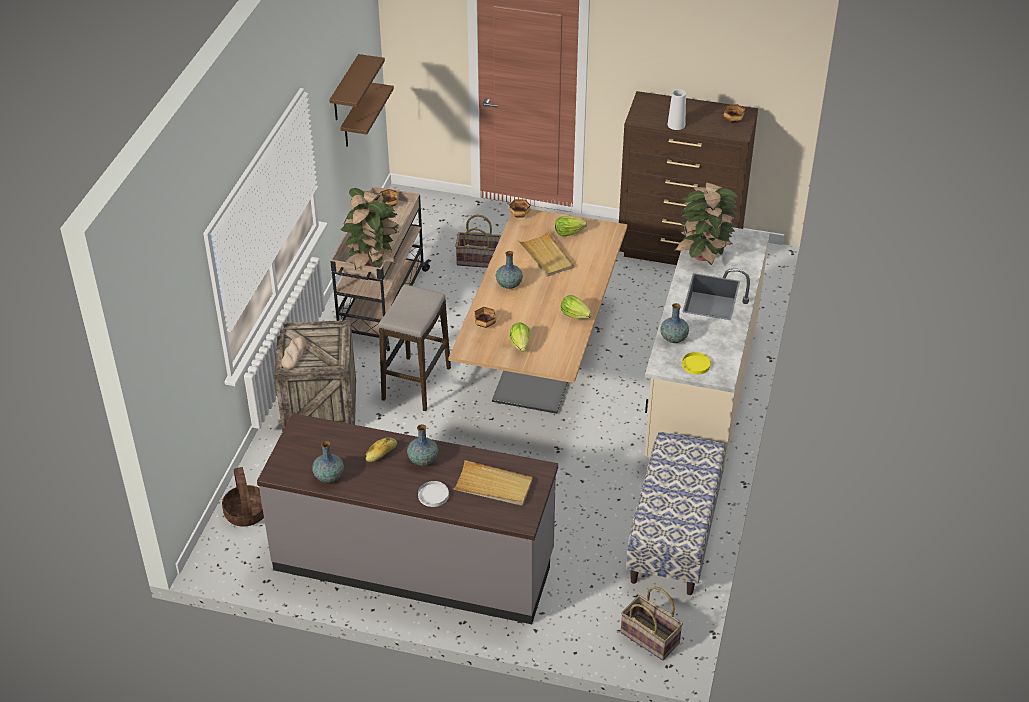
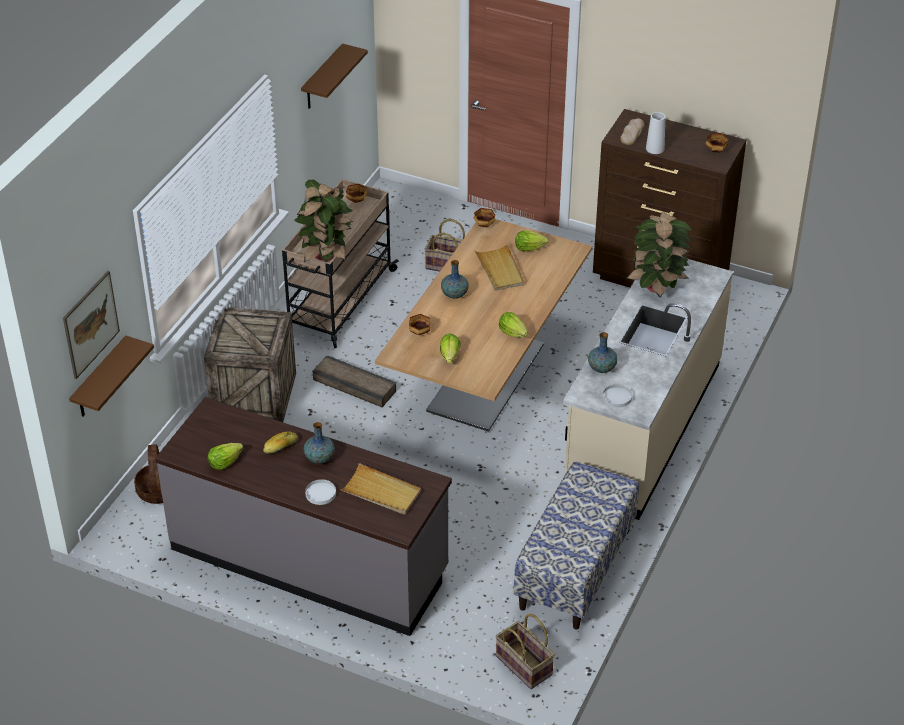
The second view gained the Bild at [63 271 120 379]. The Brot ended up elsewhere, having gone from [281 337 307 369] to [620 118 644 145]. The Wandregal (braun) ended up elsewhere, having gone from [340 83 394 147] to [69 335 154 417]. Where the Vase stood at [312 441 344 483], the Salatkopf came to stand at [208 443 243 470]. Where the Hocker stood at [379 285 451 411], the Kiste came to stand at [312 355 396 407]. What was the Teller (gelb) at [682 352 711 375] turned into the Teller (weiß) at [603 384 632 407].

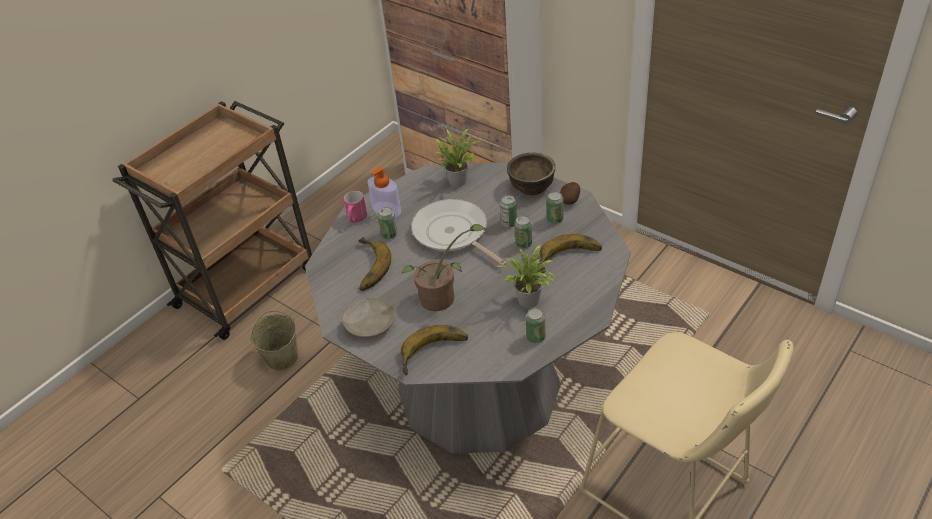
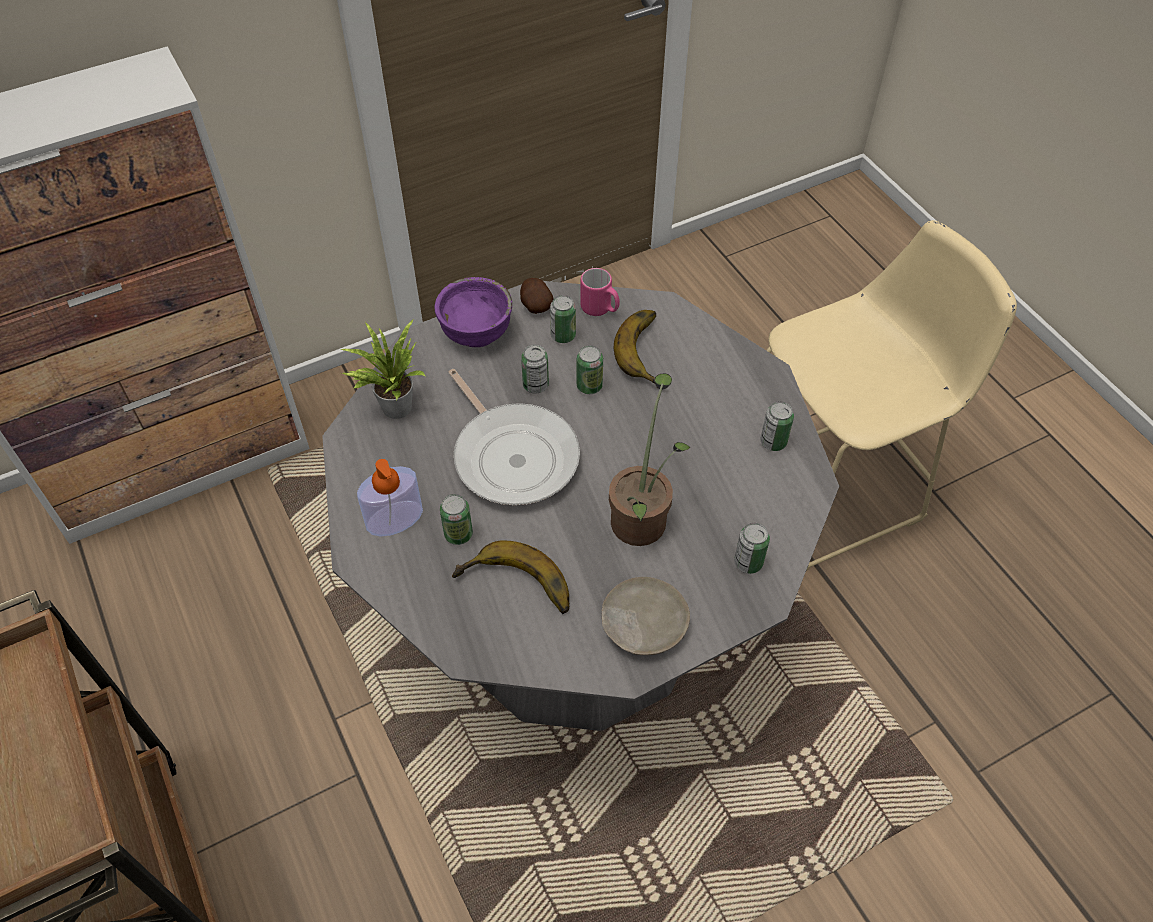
The second view lost the Eimer (beige) at [250 311 298 370]. The second view lost the Topfpflanze at [496 243 556 308]. The Henkelbecher (rosa) ended up elsewhere, having gone from [344 191 367 223] to [580 268 620 316]. Where the Banane stood at [401 325 468 376], the Dose came to stand at [734 523 770 574]. What was the Schüssel (braun) at [507 153 556 195] turned into the Schüssel (lila) at [434 277 512 347]. The Pfanne at [411 199 507 265] ended up facing another way, 105 degrees counterclockwise from before.

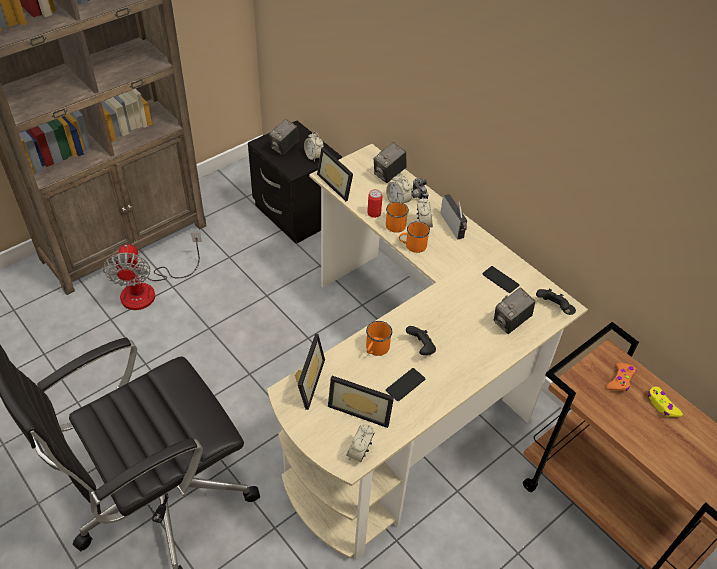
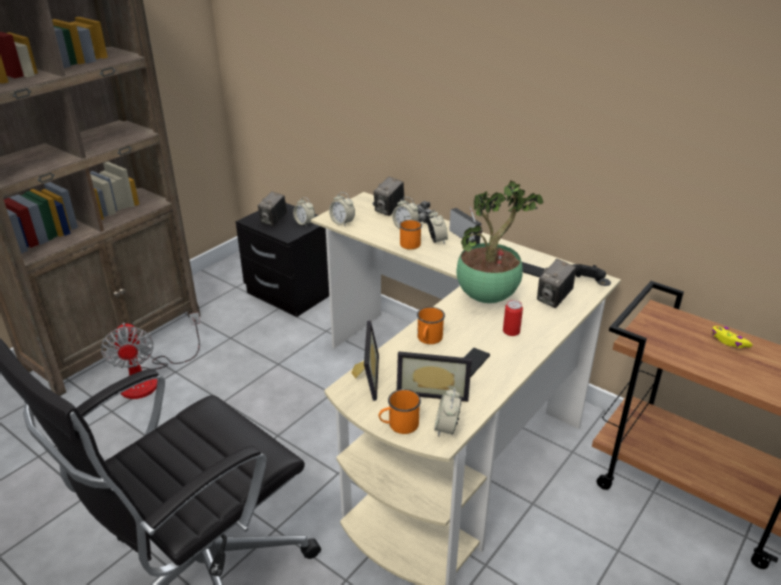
The second view lost the Gamepad (schwarz) at [406 326 436 355]. The second view lost the Gamepad (orange) at [606 363 637 392]. The second view gained the Topfpflanze at [457 180 543 303]. The Dose ended up elsewhere, having gone from [367 189 382 218] to [503 300 523 336]. The Henkelbecher (orange) ended up elsewhere, having gone from [399 221 430 253] to [379 389 421 434]. Where the Bilderrahmen stood at [317 147 353 201], the Wecker came to stand at [329 192 355 227].

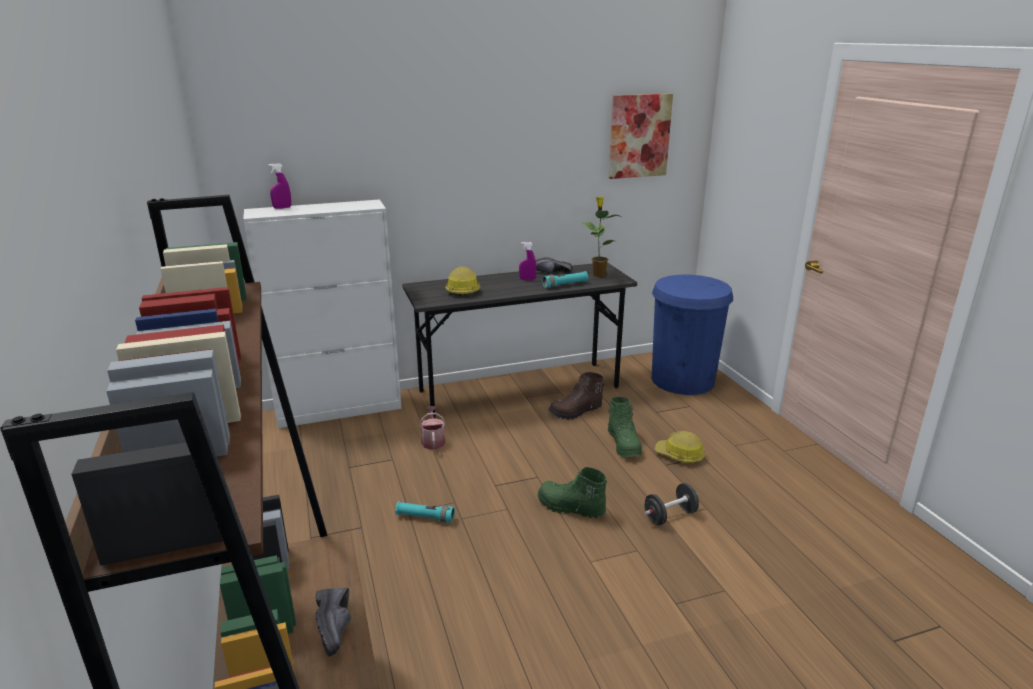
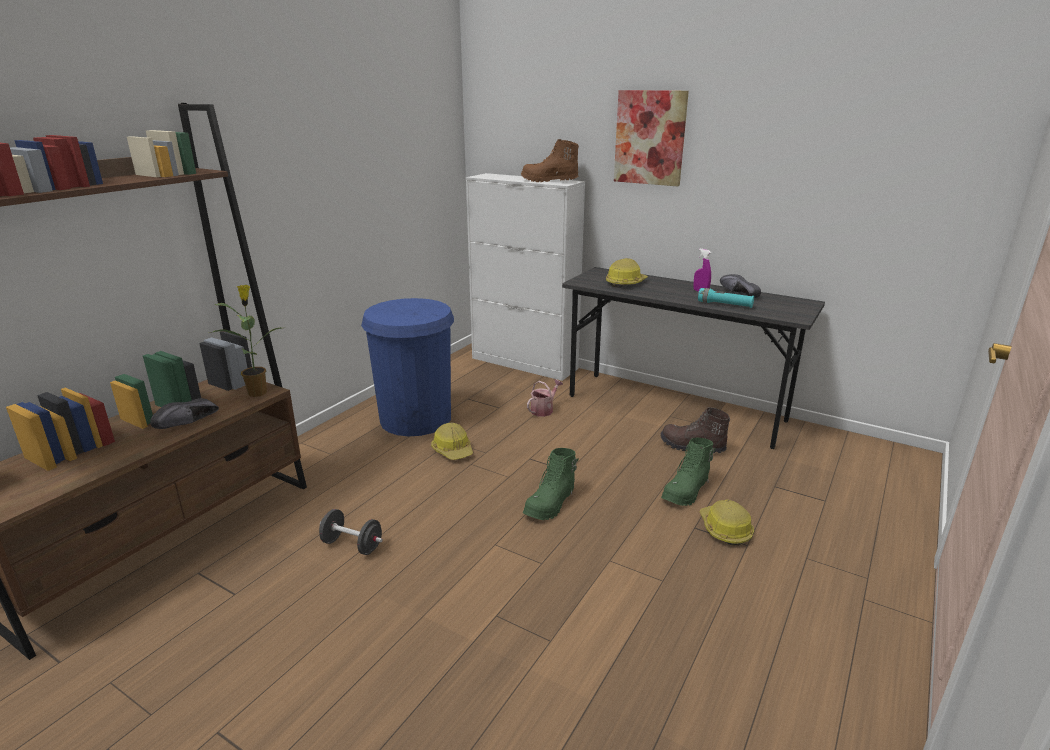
The second view lost the Sprühflasche (lila) at [269 163 291 209]. The second view gained the Stiefel (braun) at [521 139 579 182]. The Topfpflanze ended up elsewhere, having gone from [582 196 622 277] to [210 285 286 397]. The Bild ended up elsewhere, having gone from [609 94 673 179] to [614 90 689 186]. The Hantel (schwarz) ended up elsewhere, having gone from [645 483 699 525] to [319 509 383 555]. The Mülleimer (blau) ended up elsewhere, having gone from [652 275 733 395] to [361 298 454 436]. Where the Taschenlampe (türkis) stood at [395 501 455 523], the Schutzhelm came to stand at [431 423 473 460]. The Stiefel (grün) at [538 467 607 518] ended up facing another way, 135 degrees counterclockwise from before.

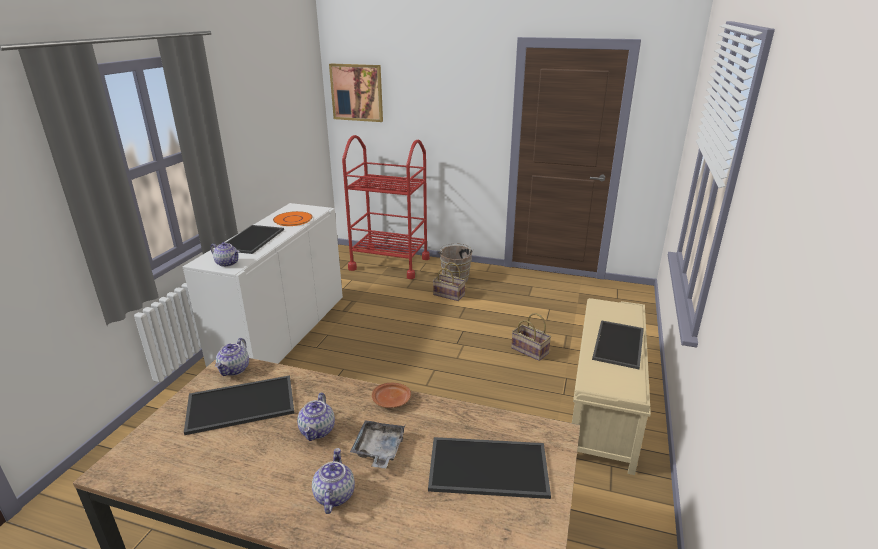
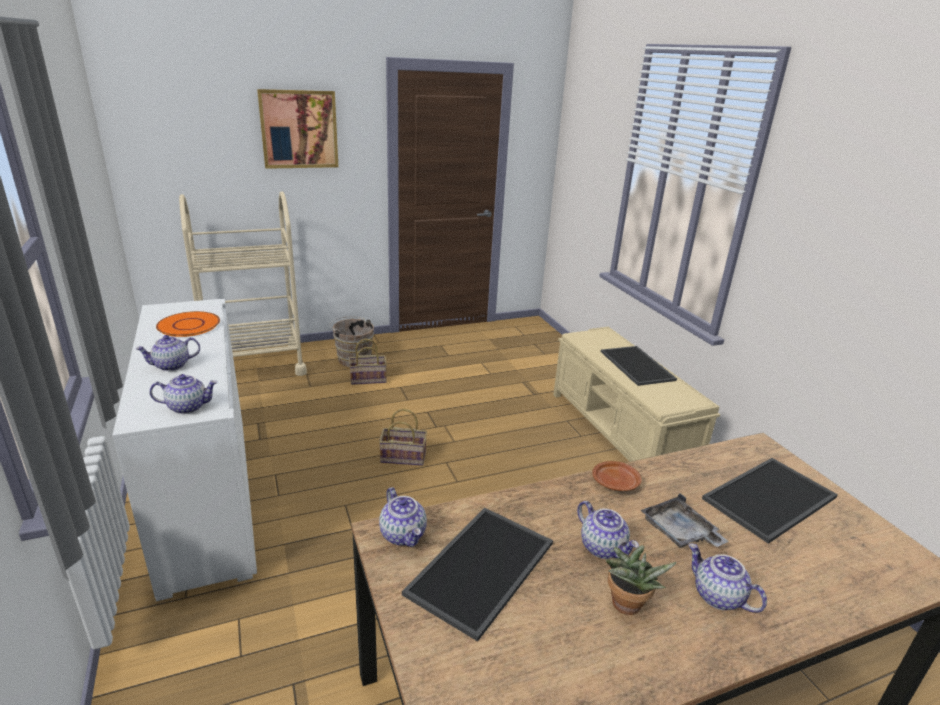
The second view gained the Topfpflanze at [605 545 677 615]. The Bild ended up elsewhere, having gone from [329 64 383 122] to [257 89 338 169]. The Korb ended up elsewhere, having gone from [511 313 551 361] to [379 409 427 466]. Where the Tablett stood at [226 225 284 254], the Teekanne came to stand at [135 335 200 371]. What was the Rollwagen (rot) at [342 135 430 279] turned into the Rollwagen (beige) at [179 191 307 376].

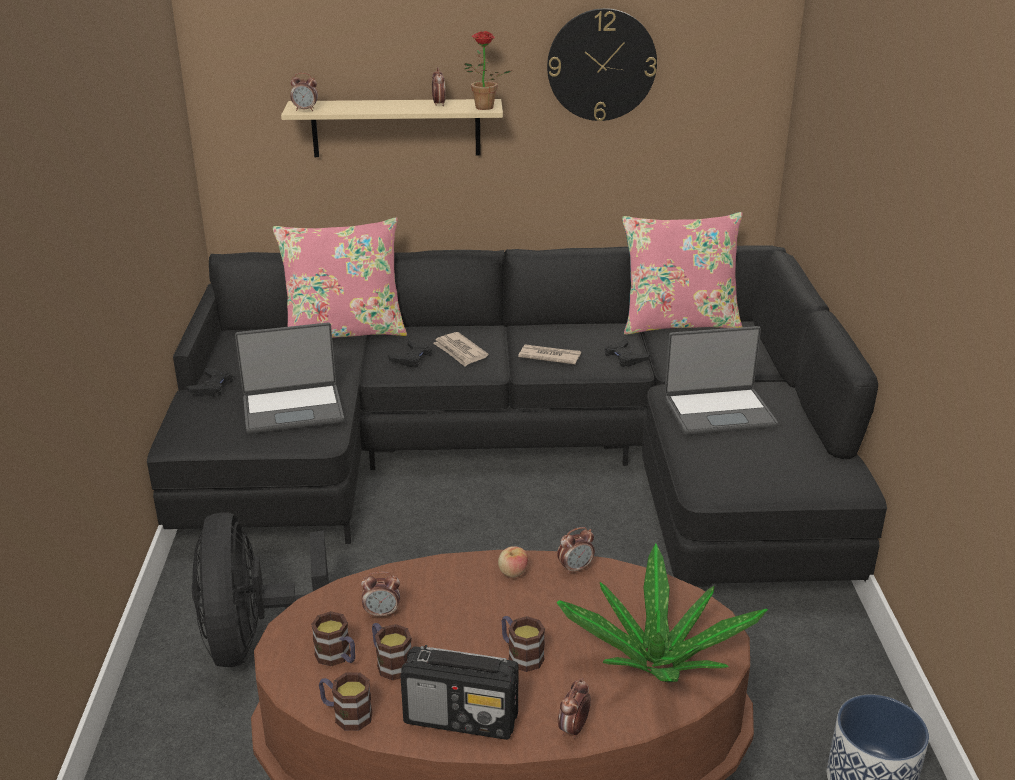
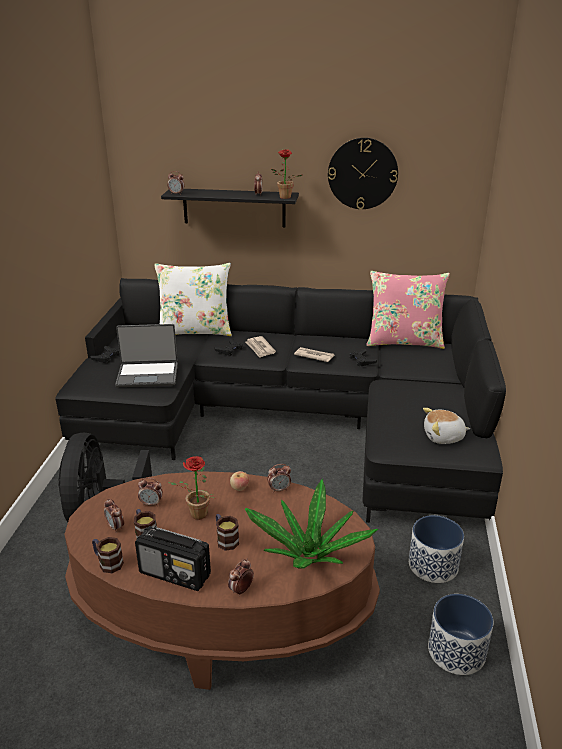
The second view lost the Laptop at [664 326 778 435]. The second view gained the Topfpflanze at [168 456 216 520]. The second view gained the Pflanzkübel at [409 515 464 583]. The second view gained the Plüschtier at [423 408 470 444]. Where the Henkelbecher stood at [311 611 355 666], the Wecker came to stand at [104 498 124 533]. What was the Kissen (rosa) at [273 217 407 338] turned into the Kissen (weiß) at [154 263 232 336]. What was the Wandregal (beige) at [281 99 503 157] turned into the Wandregal (schwarz) at [161 189 299 227].

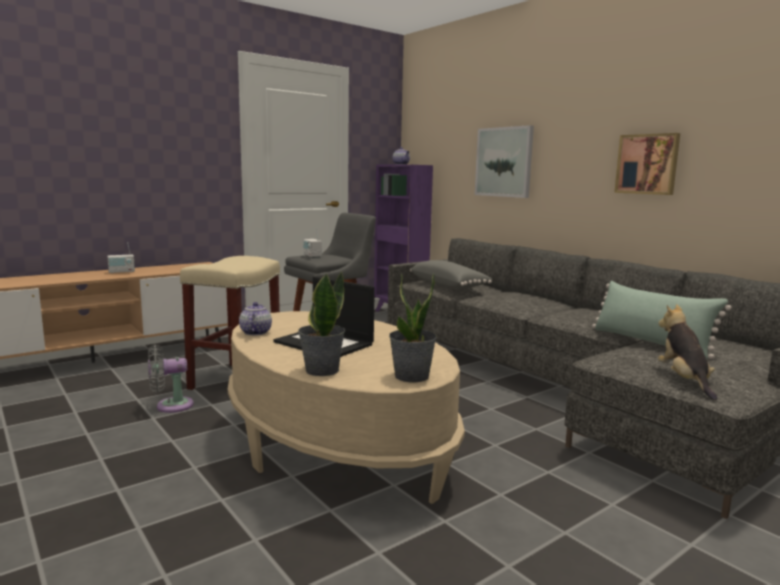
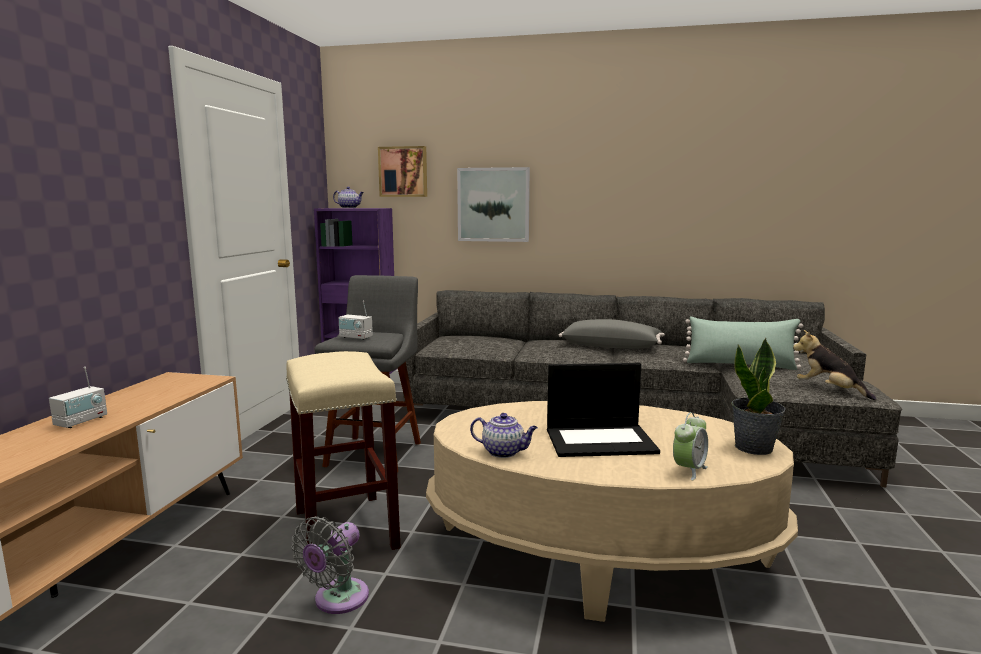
The Kissen (grau) ended up elsewhere, having gone from [410 260 493 289] to [559 319 665 349]. The Bild ended up elsewhere, having gone from [614 133 680 195] to [378 146 427 197]. Where the Topfpflanze stood at [298 272 345 376], the Wecker came to stand at [673 412 708 480]. The Teekanne at [239 302 272 335] ended up facing another way, 150 degrees clockwise from before.

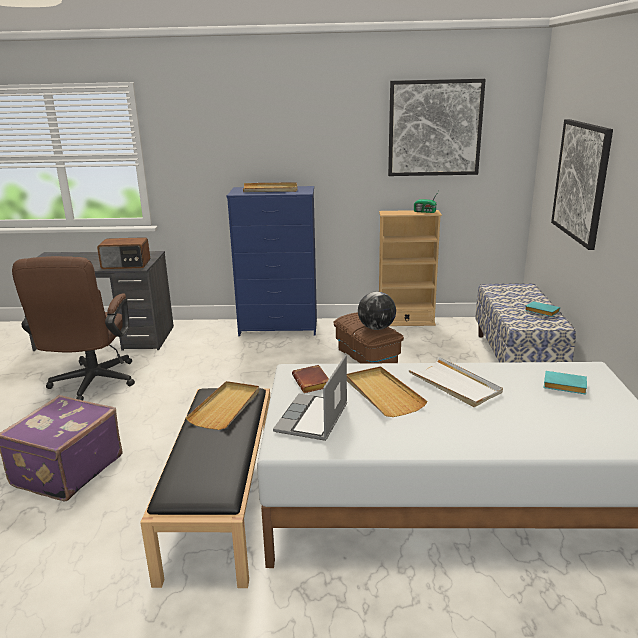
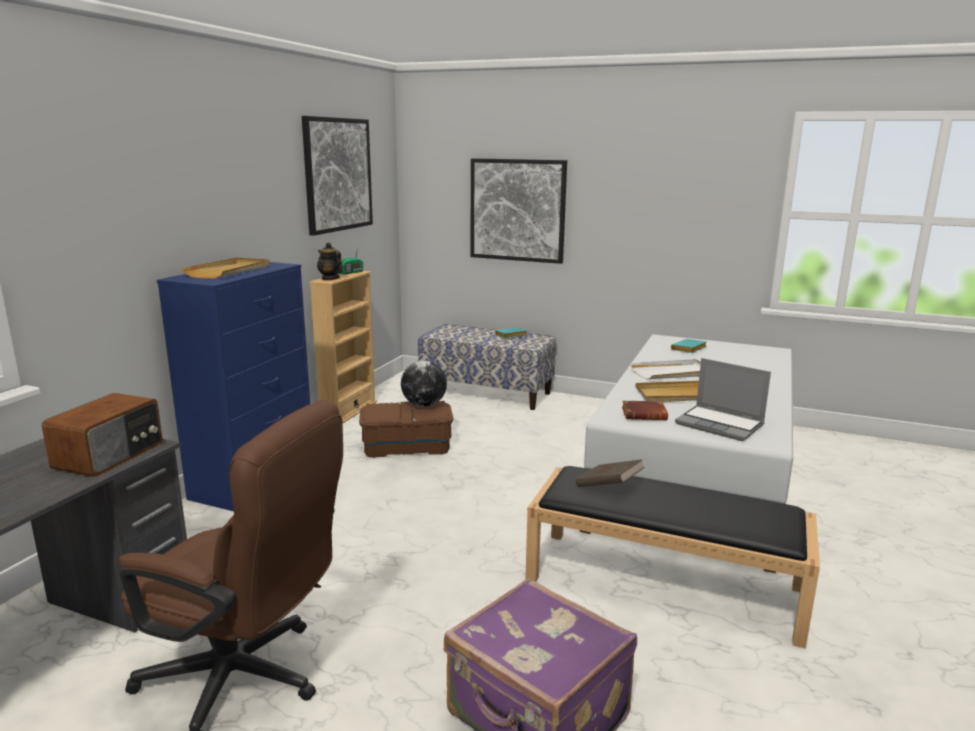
The second view gained the Teekanne at [317 242 343 280]. Where the Tablett (beige) stood at [186 381 259 430], the Buch (braun) came to stand at [576 459 645 487].

